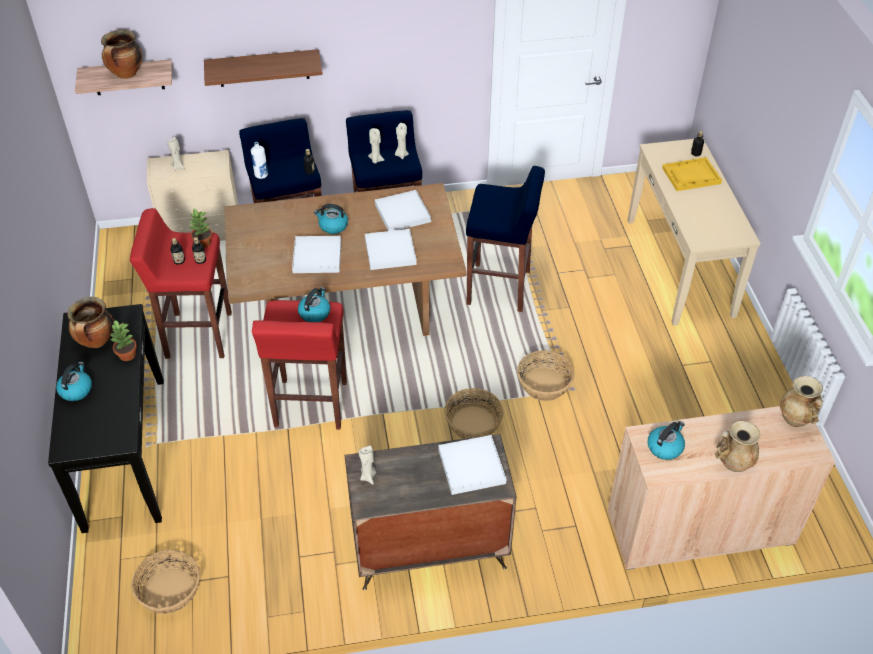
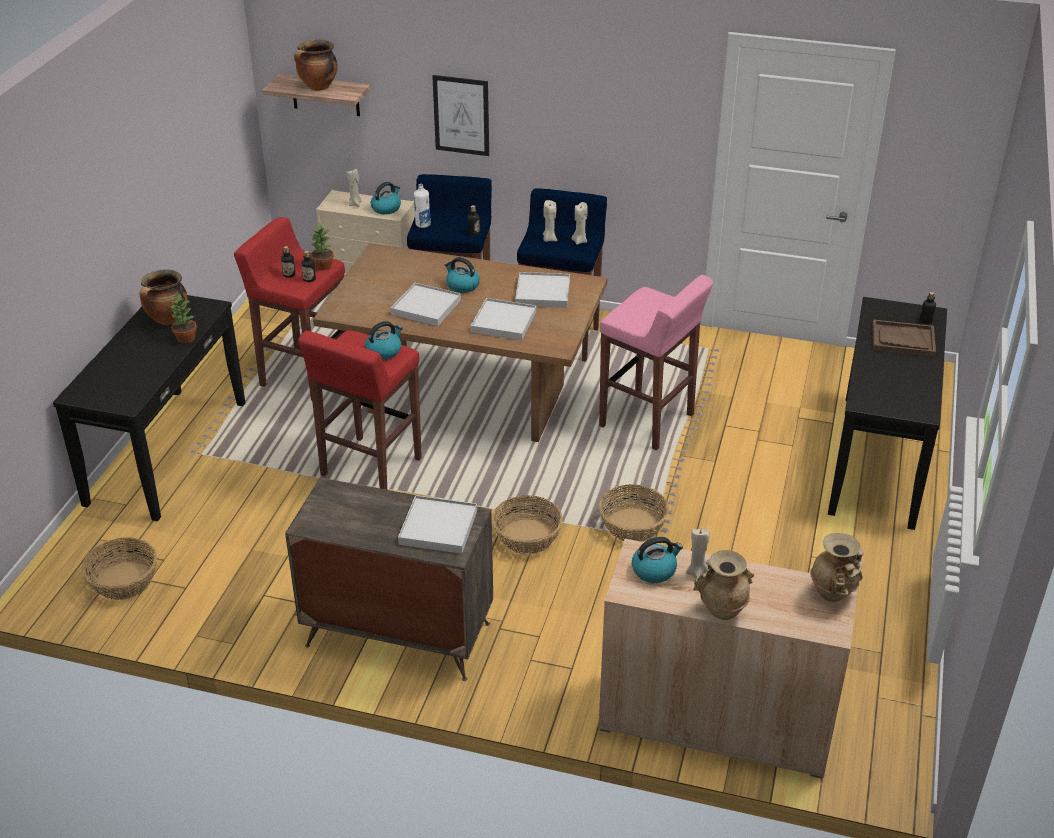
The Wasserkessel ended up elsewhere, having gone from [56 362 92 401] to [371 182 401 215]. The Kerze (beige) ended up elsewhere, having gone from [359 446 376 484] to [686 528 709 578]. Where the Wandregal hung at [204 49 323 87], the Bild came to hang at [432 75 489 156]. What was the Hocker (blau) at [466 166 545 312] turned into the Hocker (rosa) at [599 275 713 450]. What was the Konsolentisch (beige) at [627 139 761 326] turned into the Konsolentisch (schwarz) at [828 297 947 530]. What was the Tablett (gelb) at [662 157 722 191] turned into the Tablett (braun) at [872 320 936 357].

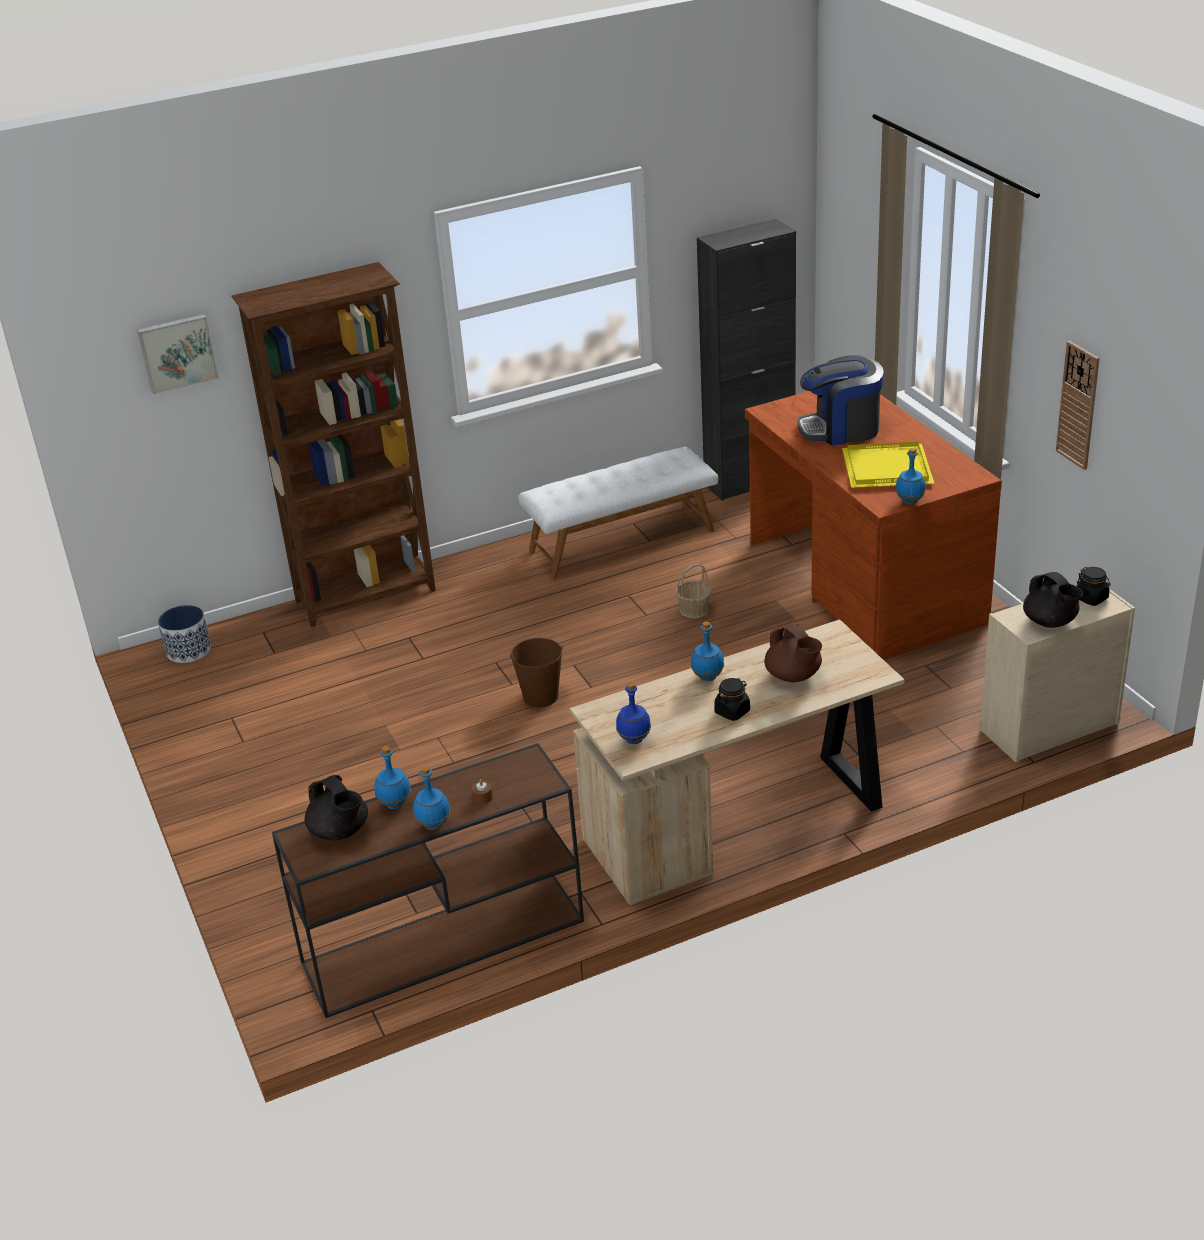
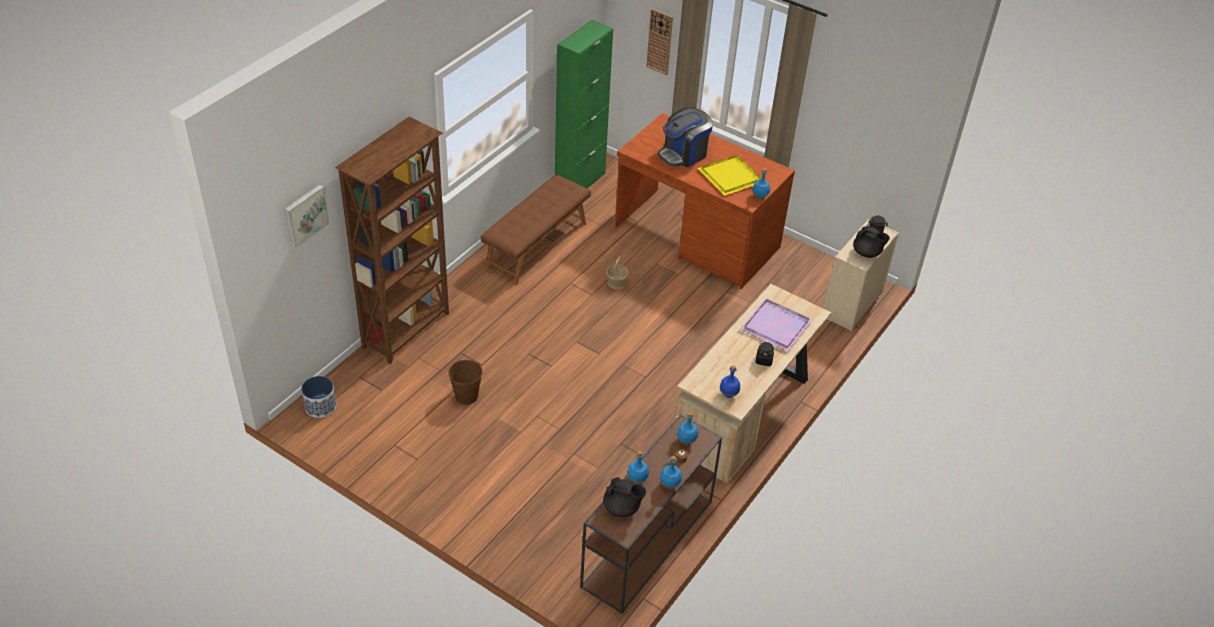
The Eimer (braun) ended up elsewhere, having gone from [510 638 563 707] to [448 360 483 405]. The Flasche (blau) ended up elsewhere, having gone from [691 621 724 681] to [677 412 698 445]. The Wanduhr ended up elsewhere, having gone from [1056 341 1100 470] to [646 8 673 75]. Where the Teekanne (braun) stood at [764 624 822 682], the Tablett (lila) came to stand at [740 299 813 352]. What was the Bank (weiß) at [518 447 718 580] turned into the Bank (braun) at [480 174 591 285]. What was the Schrank (schwarz) at [697 219 796 501] turned into the Schrank (grün) at [555 20 613 189].

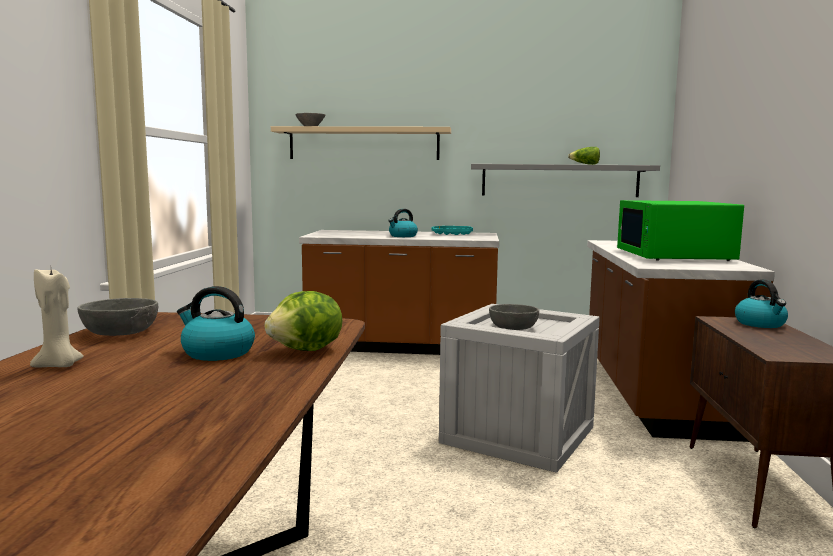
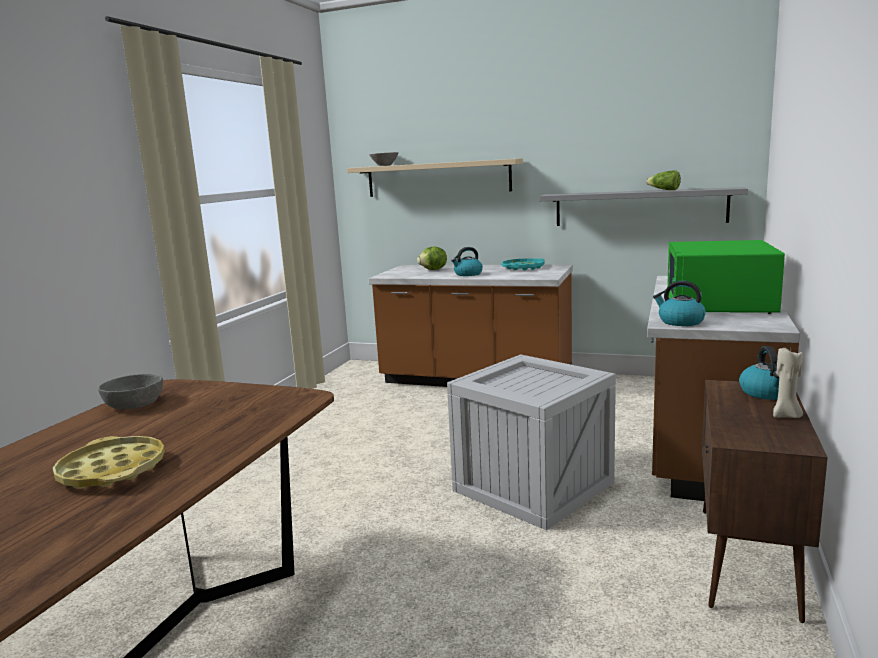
The second view lost the Schüssel (grau) at [489 304 539 330]. The second view gained the Tablett (gelb) at [53 436 165 489]. The Kerze (beige) ended up elsewhere, having gone from [30 269 84 368] to [773 348 803 418]. The Wasserkessel ended up elsewhere, having gone from [177 286 255 361] to [653 281 706 326]. The Salatkopf ended up elsewhere, having gone from [264 291 342 351] to [417 247 447 270].

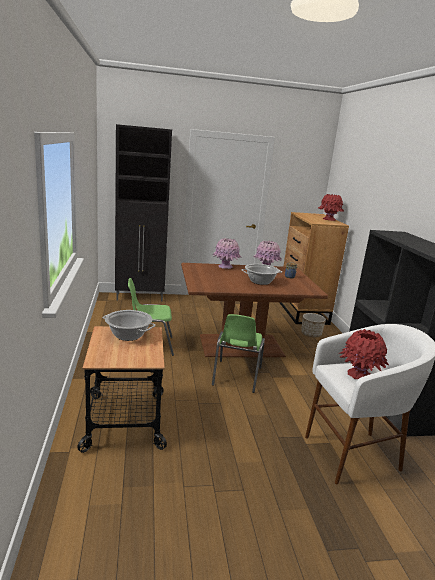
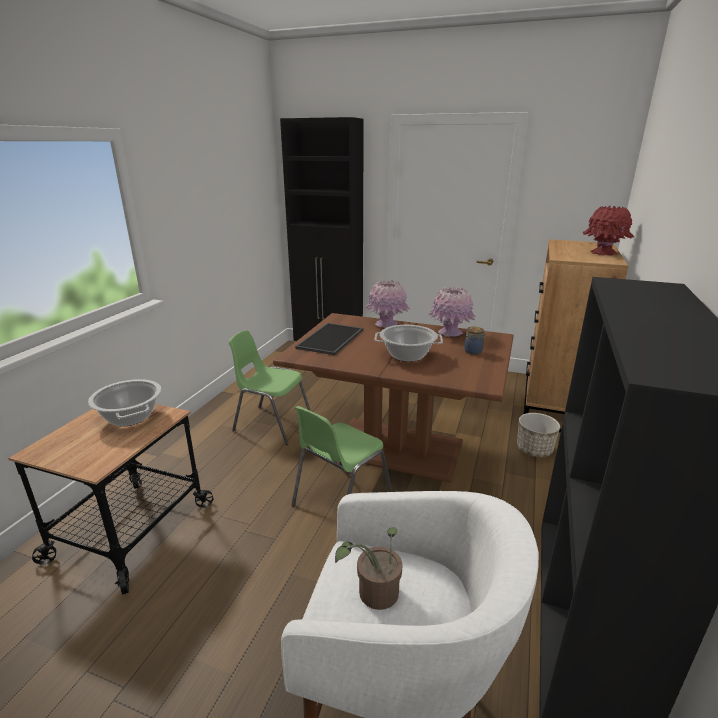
The second view gained the Tablett at [295 323 363 355]. Where the Vase (rot) stood at [340 329 389 379], the Topfpflanze came to stand at [335 527 403 610].

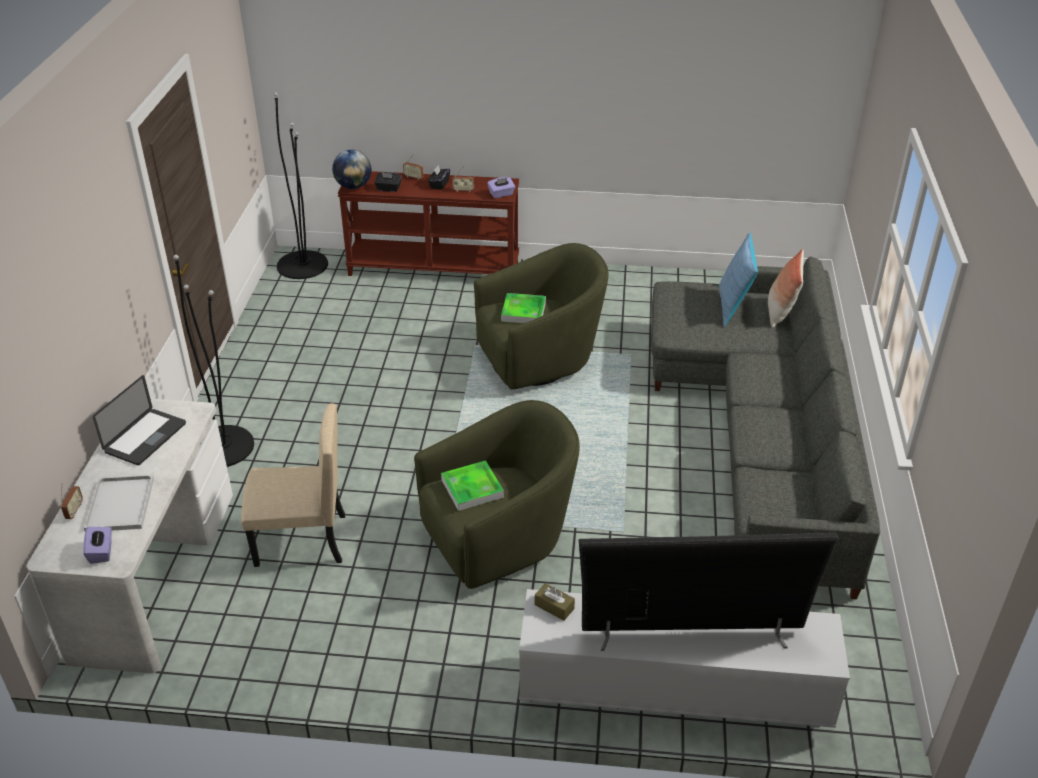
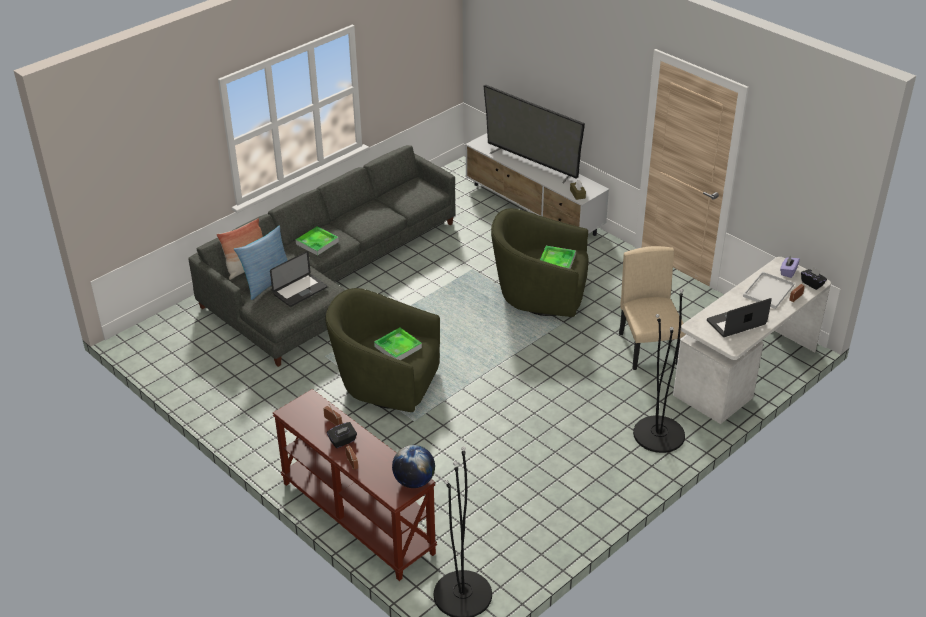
The second view lost the Taschentuchbox (lila) at [487 177 515 198]. The second view gained the Laptop at [270 251 327 307]. The second view gained the Tablett at [296 226 339 256]. The Taschentuchbox (schwarz) ended up elsewhere, having gone from [374 172 402 192] to [801 267 827 290]. The Stuhl (beige) at [241 403 345 567] ended up facing another way, 45 degrees clockwise from before.

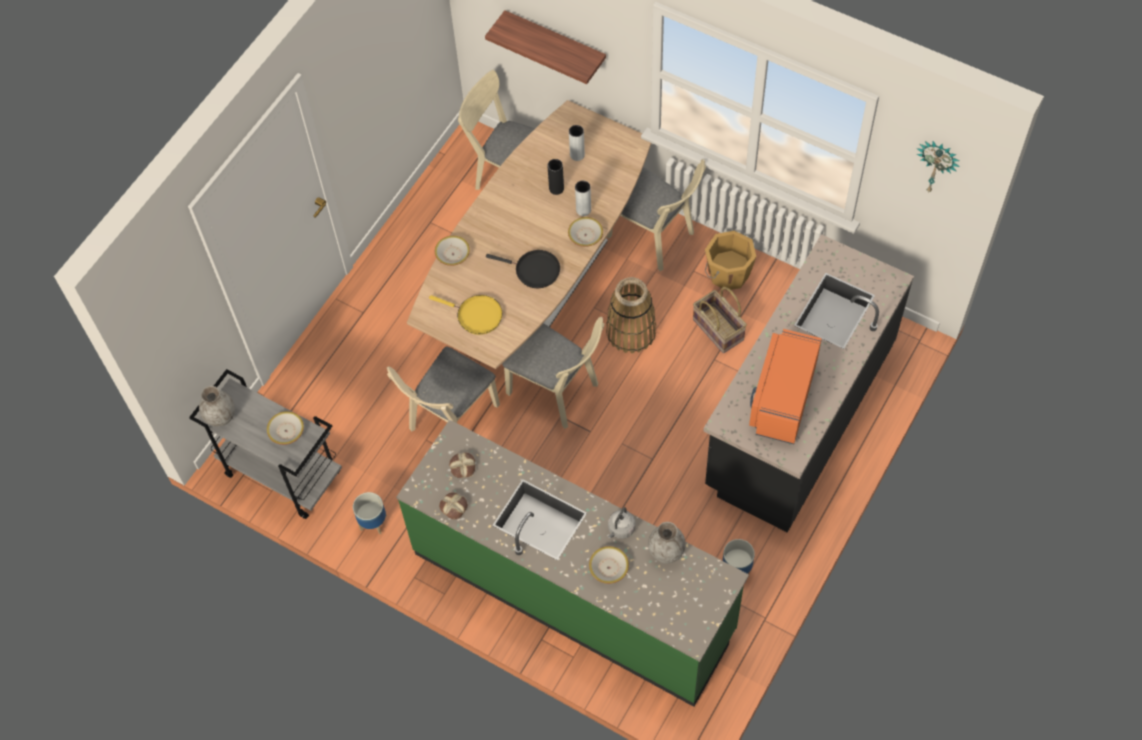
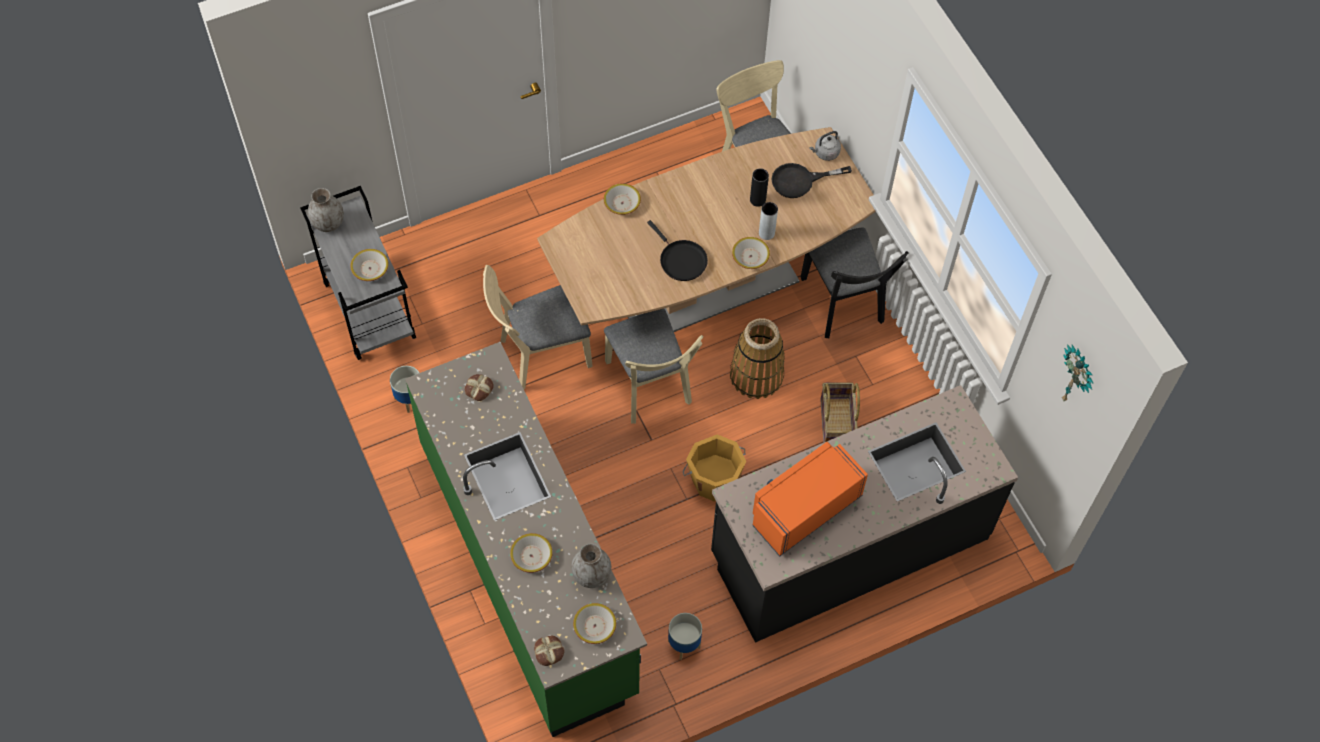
The second view lost the Pfanne (gelb) at [429 295 502 335]. The second view lost the Wandregal at [485 10 606 84]. The second view gained the Schüssel at [573 603 616 644]. The Brot ended up elsewhere, having gone from [439 493 468 519] to [534 636 564 666]. The Wasserkessel (grau) ended up elsewhere, having gone from [608 507 635 539] to [809 131 841 161]. The Eimer (orange) ended up elsewhere, having gone from [705 231 756 290] to [683 435 746 502]. Where the Vase (grau) stood at [569 125 585 161], the Pfanne (schwarz) came to stand at [771 163 852 198]. What was the Stuhl (beige) at [607 159 706 271] turned into the Stuhl (schwarz) at [801 227 909 338].

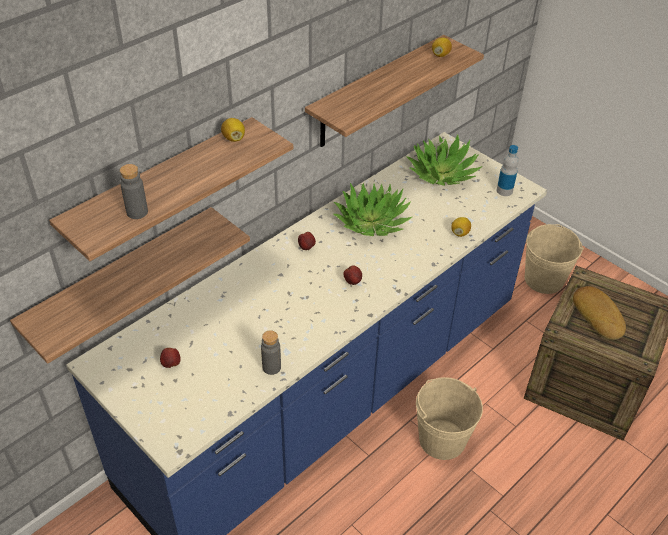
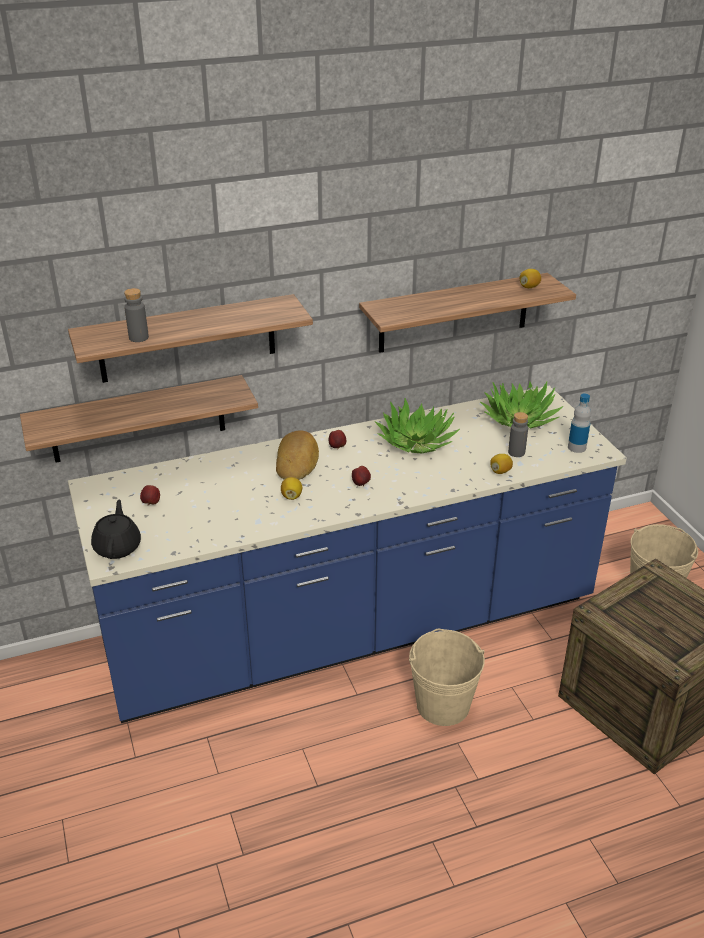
The second view gained the Teekanne (schwarz) at [91 499 141 559]. The Zitrone ended up elsewhere, having gone from [221 118 245 142] to [281 477 302 500]. The Flasche (grau) ended up elsewhere, having gone from [261 330 281 375] to [508 412 528 457]. The Brot ended up elsewhere, having gone from [573 286 626 340] to [276 430 319 480].

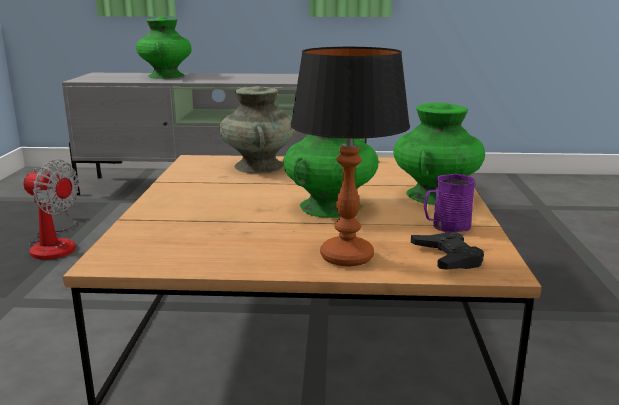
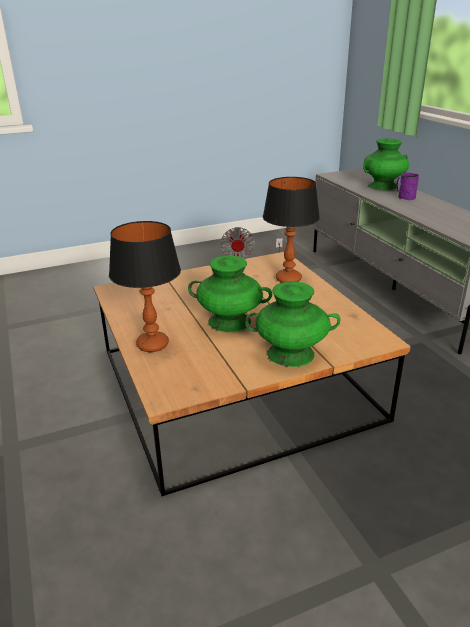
The second view lost the Gamepad (schwarz) at [411 232 484 270]. The Henkelbecher (lila) ended up elsewhere, having gone from [424 174 476 233] to [396 173 419 200]. Where the Vase (türkis) stood at [219 86 296 173], the Tischlampe came to stand at [263 177 320 283].

